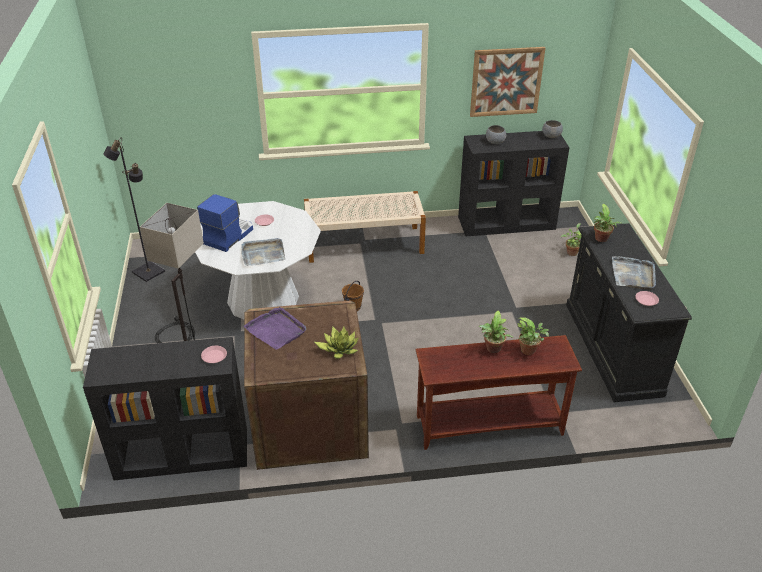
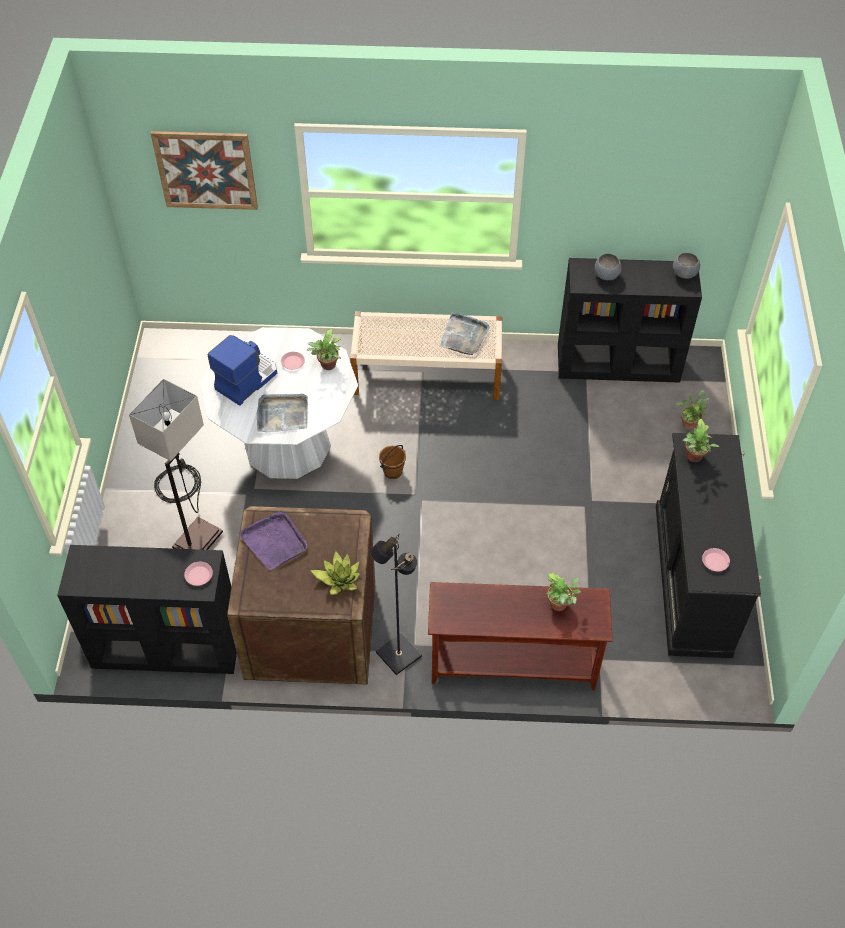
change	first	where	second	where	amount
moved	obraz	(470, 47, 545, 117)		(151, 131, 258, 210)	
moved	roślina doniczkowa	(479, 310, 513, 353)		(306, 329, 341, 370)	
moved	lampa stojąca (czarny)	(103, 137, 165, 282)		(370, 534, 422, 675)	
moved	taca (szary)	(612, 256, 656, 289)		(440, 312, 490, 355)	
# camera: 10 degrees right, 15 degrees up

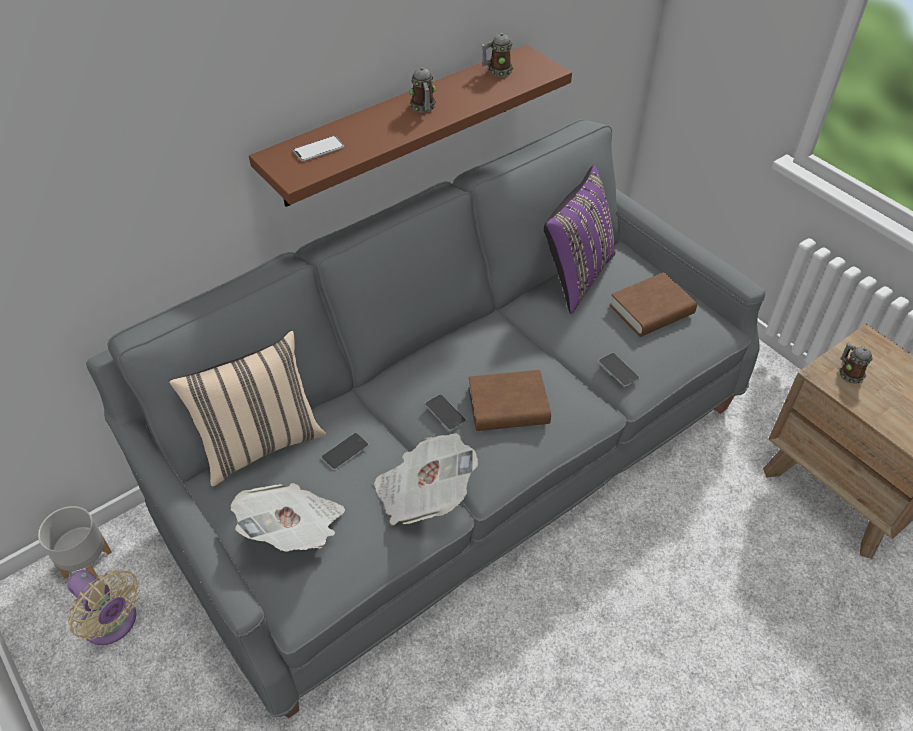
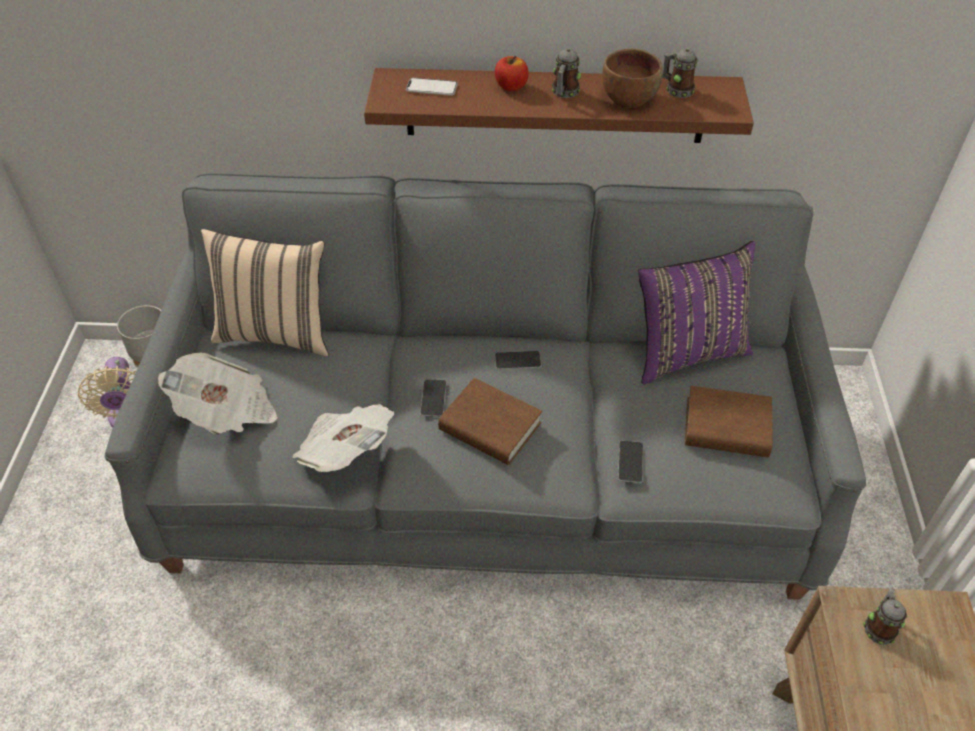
change	first	where	second	where	amount
added			jabłko	(495, 56, 529, 91)	
moved	telefon	(321, 433, 369, 470)		(495, 351, 542, 369)	
added			miska (brązowy)	(602, 48, 663, 108)	
# camera: 40 degrees right, 0 degrees up

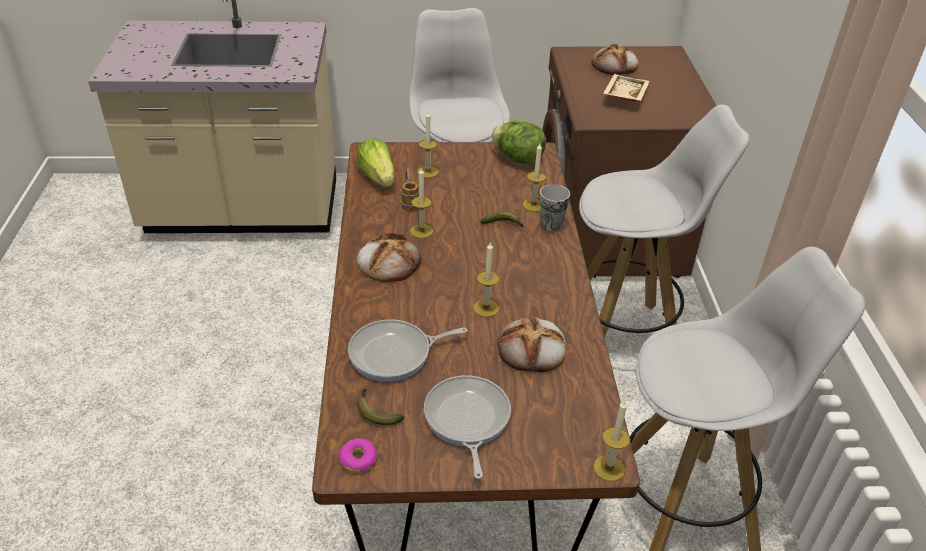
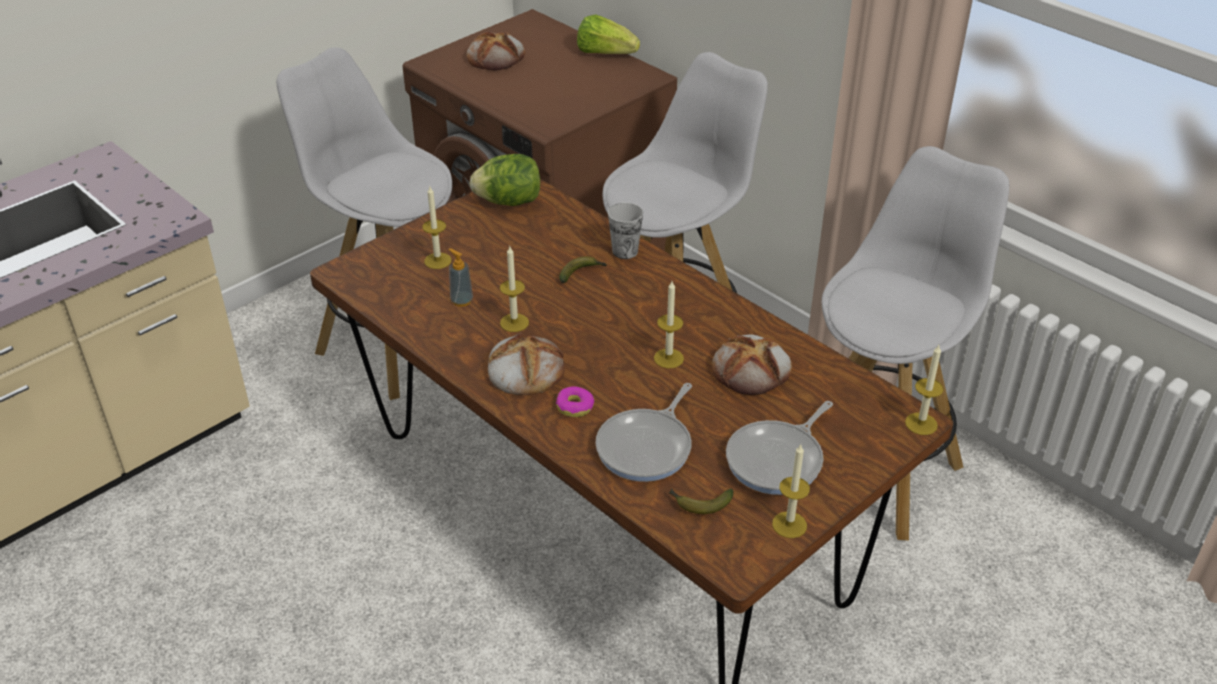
change	first	where	second	where	amount
replaced	kubek	(401, 169, 419, 212)	dozownik mydła	(448, 248, 473, 307)	
moved	donut	(339, 438, 377, 473)		(556, 386, 595, 417)	
moved	sałata	(357, 139, 394, 187)		(577, 14, 640, 54)	
turned	patelnia	(424, 375, 511, 479)		(726, 401, 833, 495)	90 degrees counterclockwise
moved	świeca	(523, 144, 546, 212)		(772, 444, 810, 538)	
removed	taca (beżowy)	(603, 74, 650, 102)			
# camera: 40 degrees left, 0 degrees up

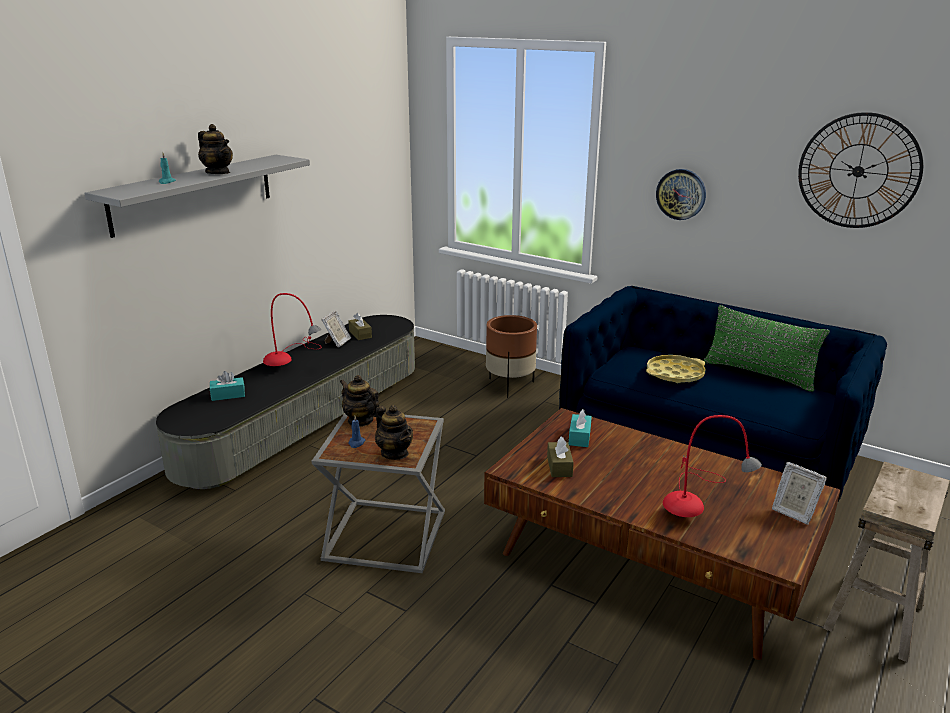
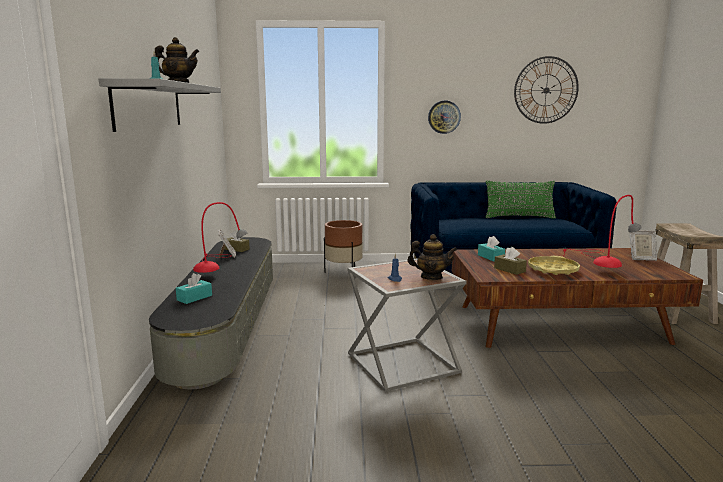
change	first	where	second	where	amount
moved	taca (żółty)	(646, 355, 706, 383)		(528, 256, 580, 275)	
removed	imbryk	(340, 375, 379, 427)			
# camera: 35 degrees left, 10 degrees down

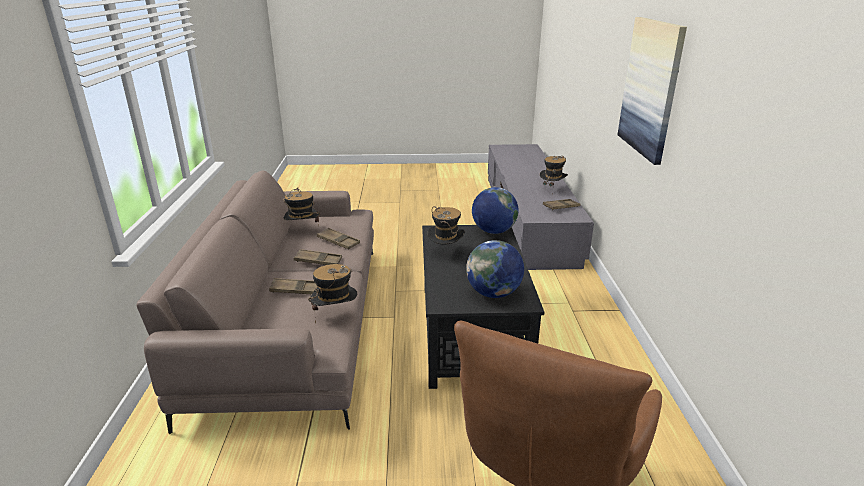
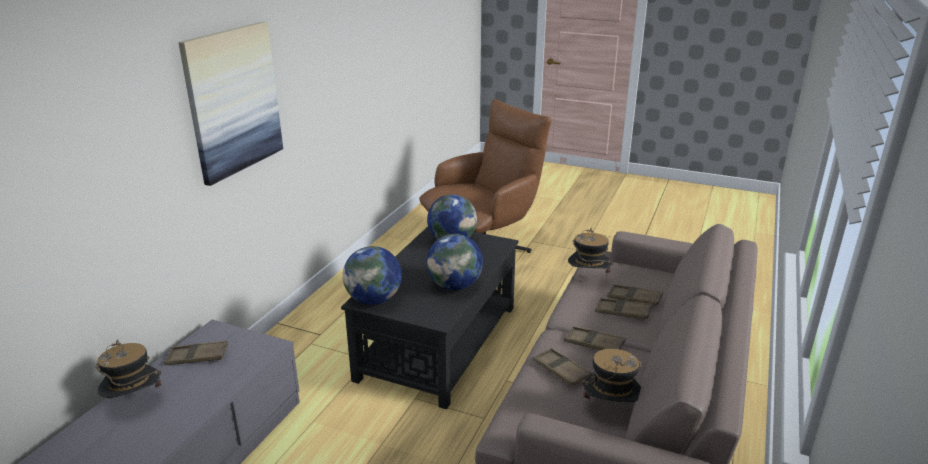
change	first	where	second	where	amount
replaced	kapelusz	(427, 206, 465, 245)	globus	(427, 234, 483, 290)	
added			taca (brązowy)	(607, 284, 663, 306)	
# camera: 155 degrees left, 0 degrees up

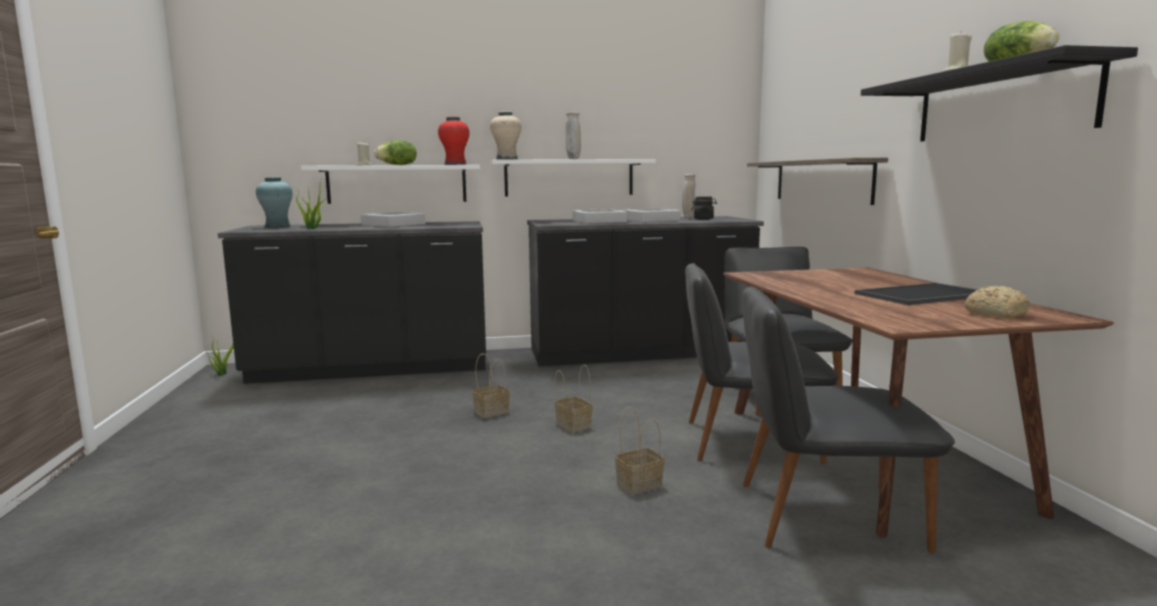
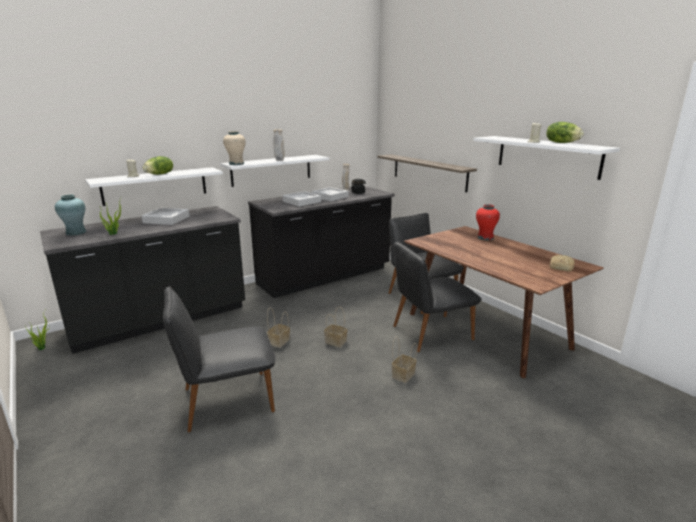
change	first	where	second	where	amount
moved	krzesło (czarny)	(742, 286, 955, 553)		(163, 286, 276, 432)	
recoloured	półka (czarny)	(861, 45, 1138, 141)	półka (biały)	(473, 136, 620, 180)	
moved	wazon (czerwony)	(438, 117, 470, 165)		(476, 204, 500, 240)	
removed	taca	(854, 283, 977, 305)			
# camera: 25 degrees left, 10 degrees up

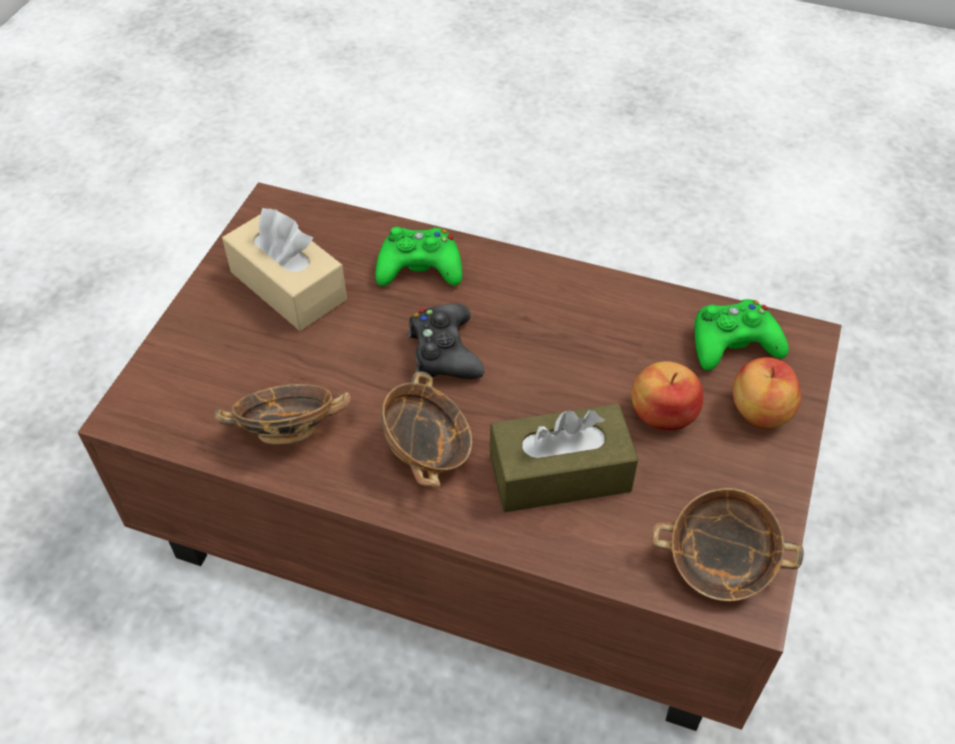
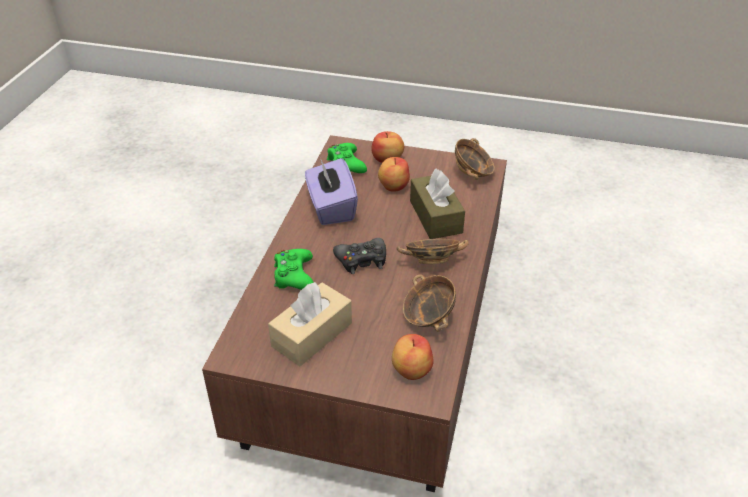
change	first	where	second	where	amount
added			pudełko chusteczek (fioletowy)	(305, 158, 358, 225)	
added			jabłko	(392, 334, 434, 380)	
# camera: 95 degrees left, 10 degrees down

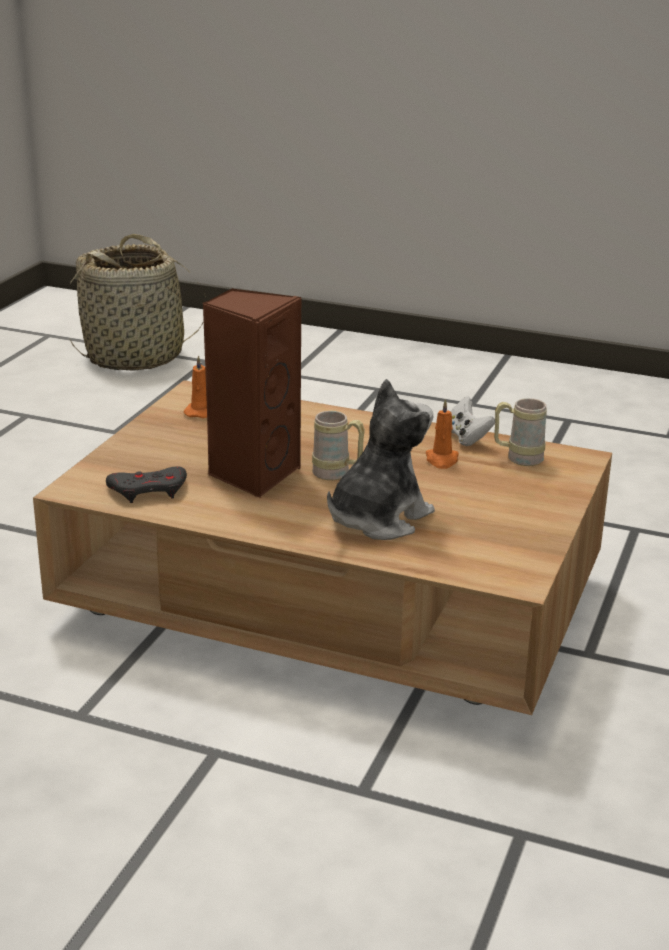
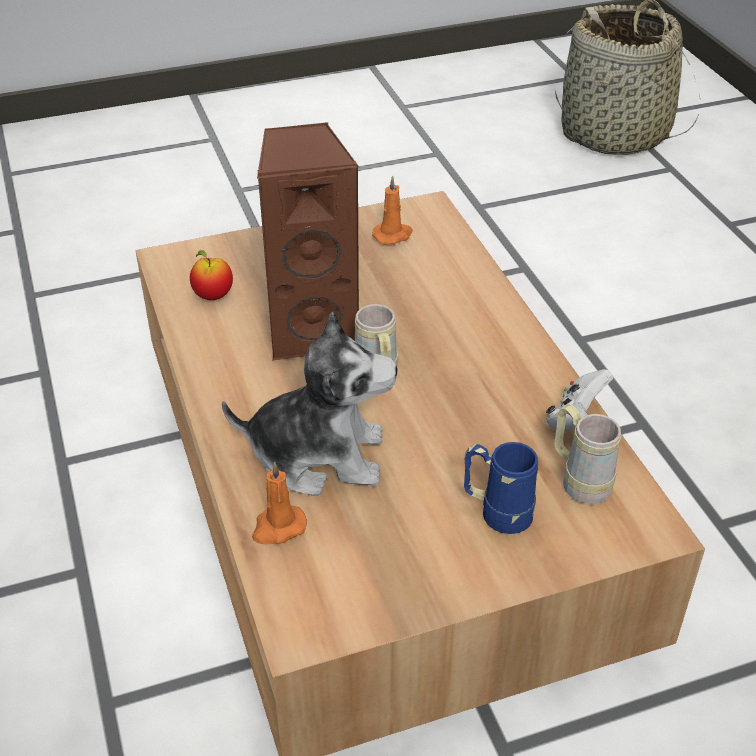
change	first	where	second	where	amount
replaced	pad do gier (szary)	(106, 467, 187, 503)	jabłko	(190, 250, 233, 300)	
moved	świeca (pomarańczowy)	(426, 399, 459, 469)		(252, 461, 307, 544)	
added			kubek (niebieski)	(464, 442, 538, 534)	
# camera: 50 degrees right, 15 degrees up

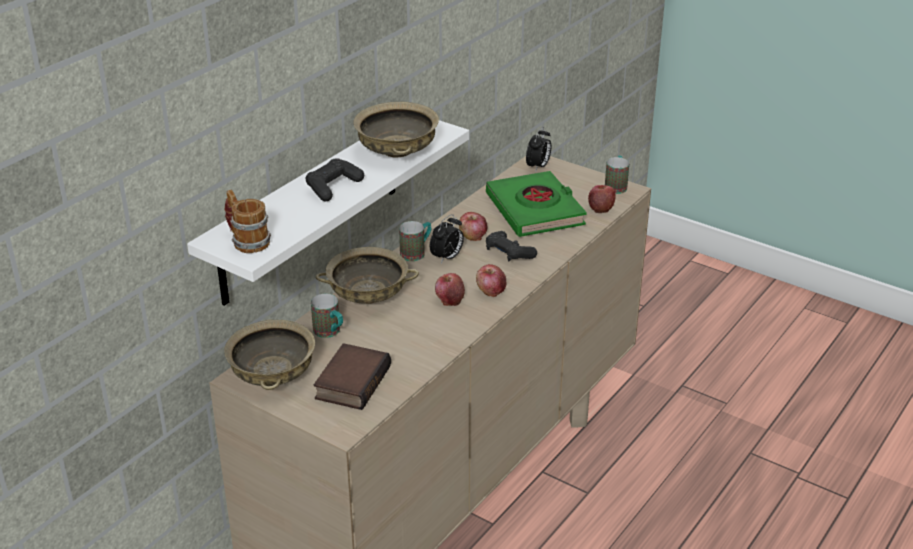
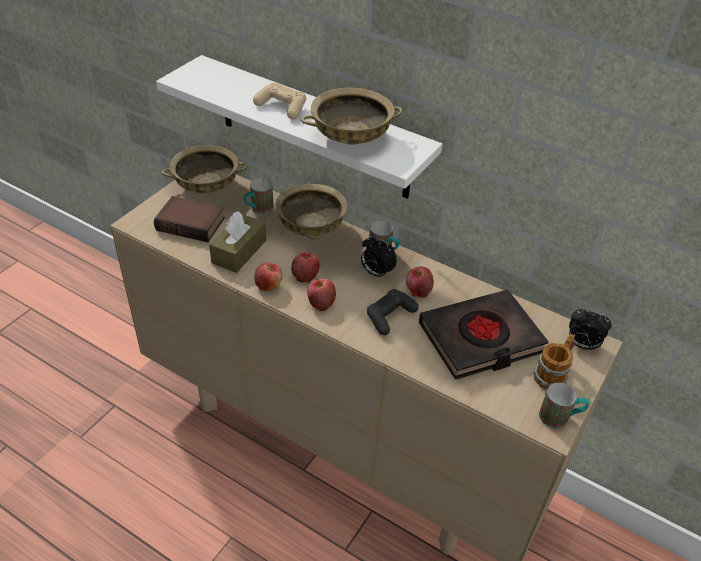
change	first	where	second	where	amount
added			pudełko chusteczek (brązowy)	(209, 211, 266, 273)	
recoloured	pad do gier (czarny)	(305, 159, 364, 201)	pad do gier (beżowy)	(253, 82, 306, 120)	
moved	jabłko	(588, 185, 616, 213)		(254, 263, 283, 291)	
recoloured	książka (zielony)	(486, 171, 587, 237)	książka (czarny)	(419, 290, 549, 380)	
moved	kubek	(224, 190, 271, 253)		(533, 334, 575, 390)	
# camera: 85 degrees right, 10 degrees up

